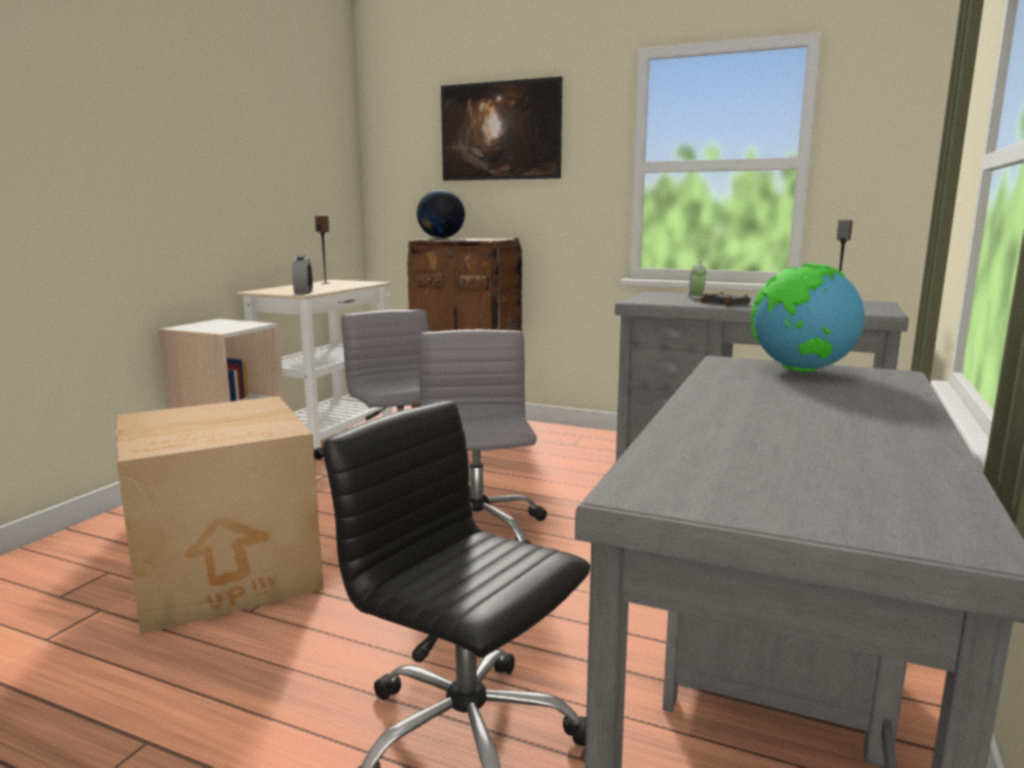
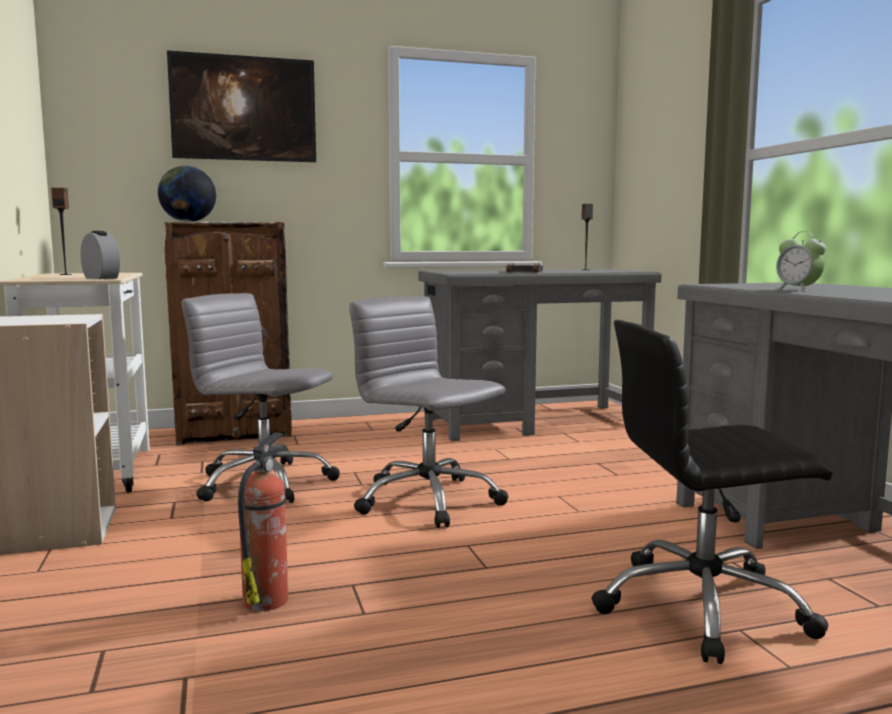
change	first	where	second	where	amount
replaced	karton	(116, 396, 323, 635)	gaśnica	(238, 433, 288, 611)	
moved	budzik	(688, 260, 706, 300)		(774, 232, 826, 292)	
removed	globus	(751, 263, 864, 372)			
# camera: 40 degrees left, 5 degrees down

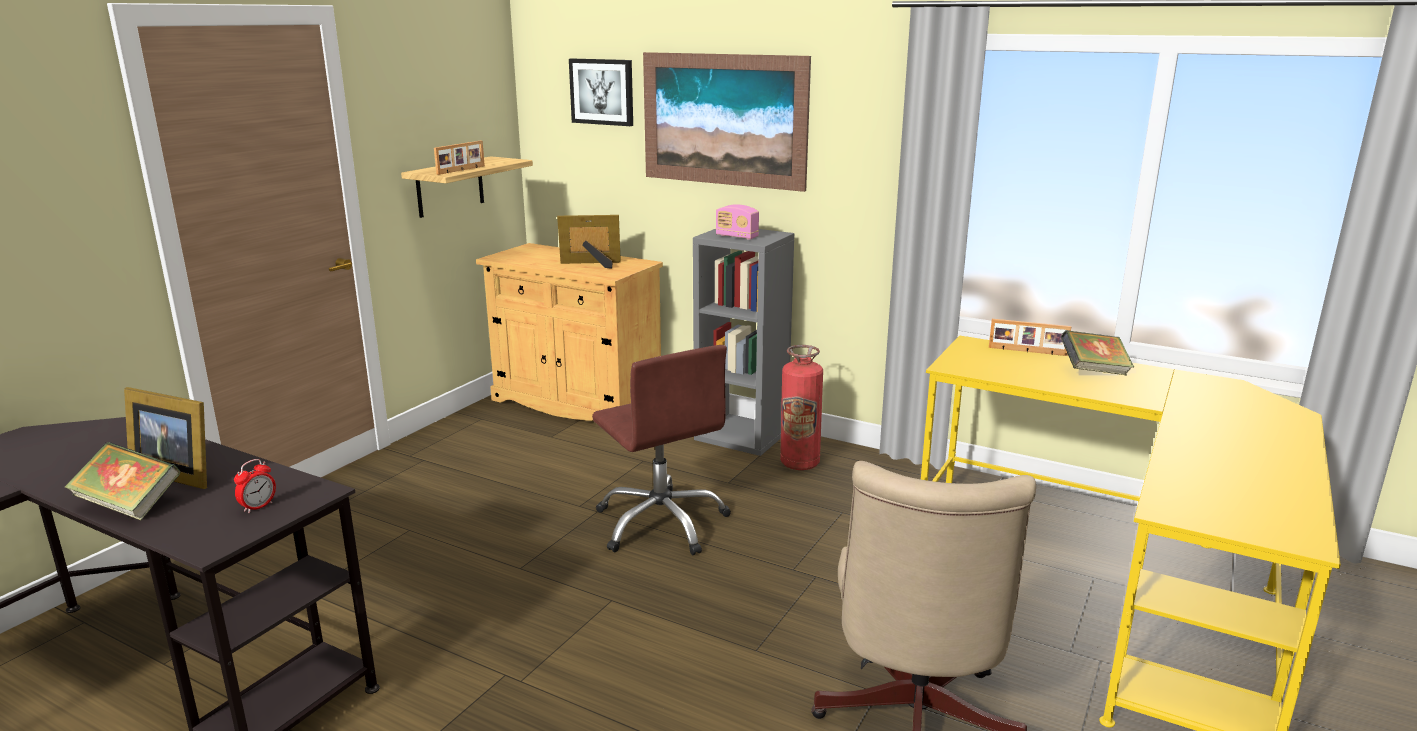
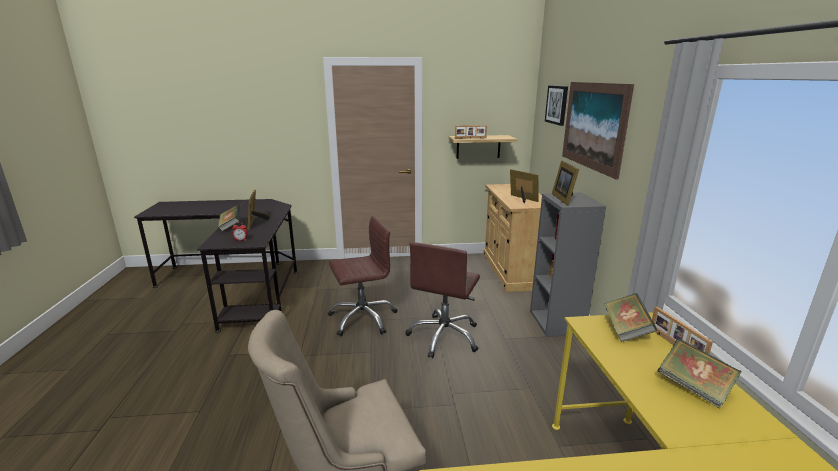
change	first	where	second	where	amount
added			krzesło biurowe (brązowy)	(328, 216, 397, 336)	
replaced	radio	(716, 204, 759, 239)	ramka na zdjęcie	(552, 161, 579, 206)	
added			książka	(604, 293, 657, 342)	
removed	gaśnica	(780, 345, 823, 470)			
# camera: 55 degrees right, 0 degrees up

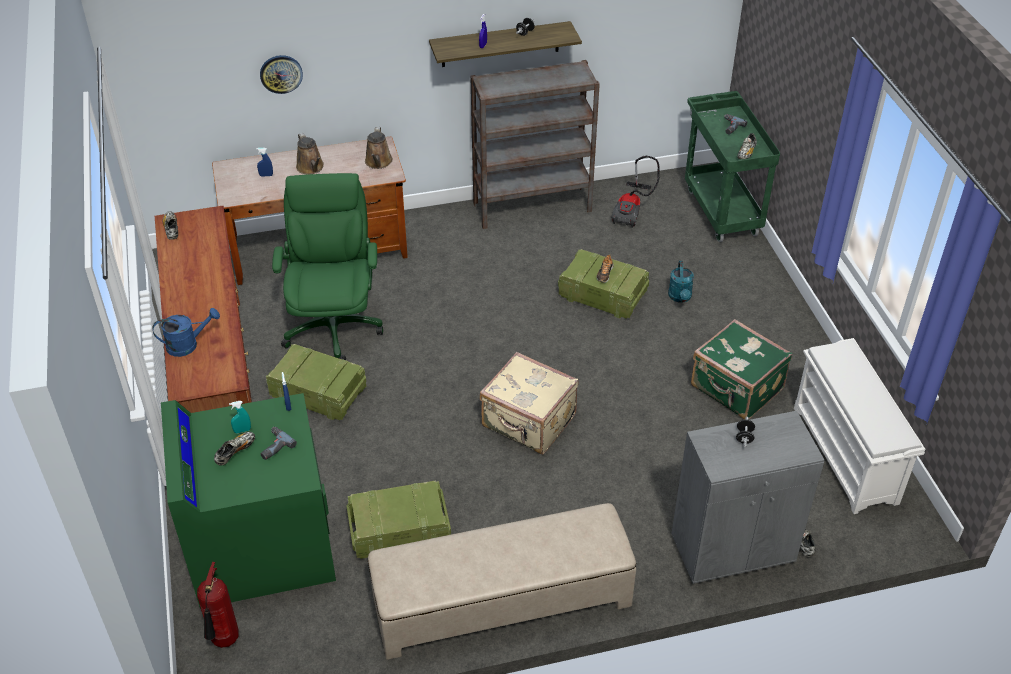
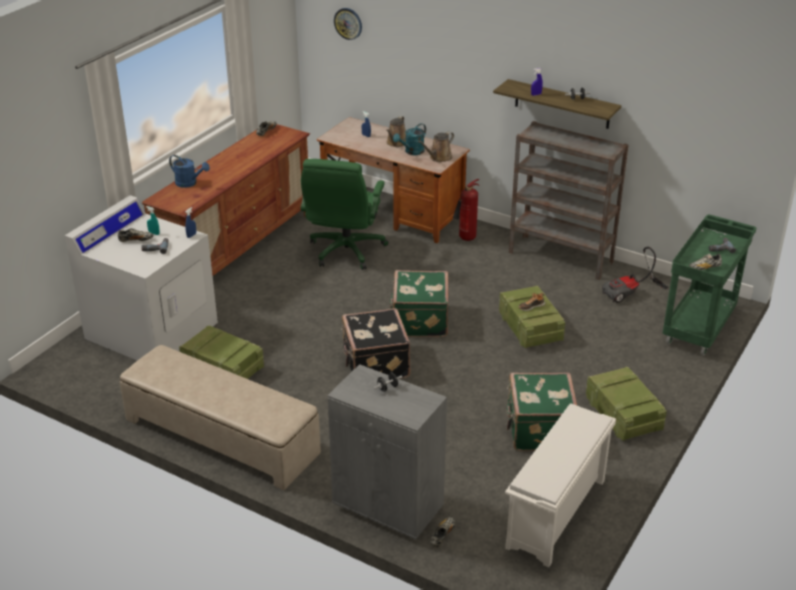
change	first	where	second	where	amount
recoloured	pralka (zielony)	(161, 393, 336, 609)	pralka (biały)	(65, 195, 218, 361)	
turned	krzesło biurowe (zielony)	(272, 173, 383, 360)		(301, 159, 389, 270)	150 degrees clockwise
moved	zegar ścienny	(260, 55, 303, 94)		(334, 8, 362, 40)	
recoloured	walizka (beżowy)	(480, 352, 579, 454)	walizka (czarny)	(341, 308, 410, 379)	
added			walizka (zielony)	(390, 270, 449, 337)	
moved	konewka (turkusowy)	(668, 261, 694, 303)		(393, 123, 426, 155)	
moved	gaśnica	(197, 562, 239, 648)		(453, 179, 479, 241)	
moved	skrzynka	(266, 344, 366, 420)		(586, 367, 667, 441)	
# camera: 45 degrees right, 10 degrees down

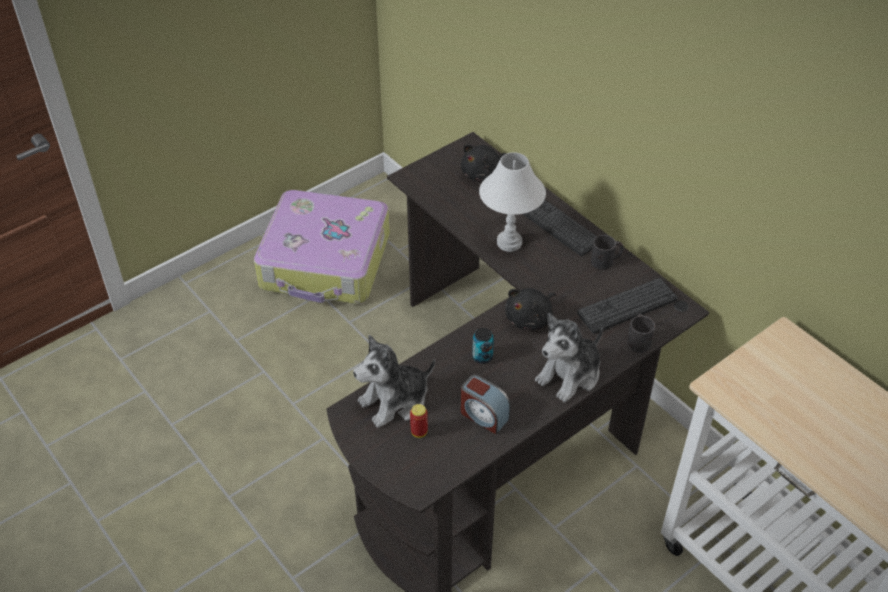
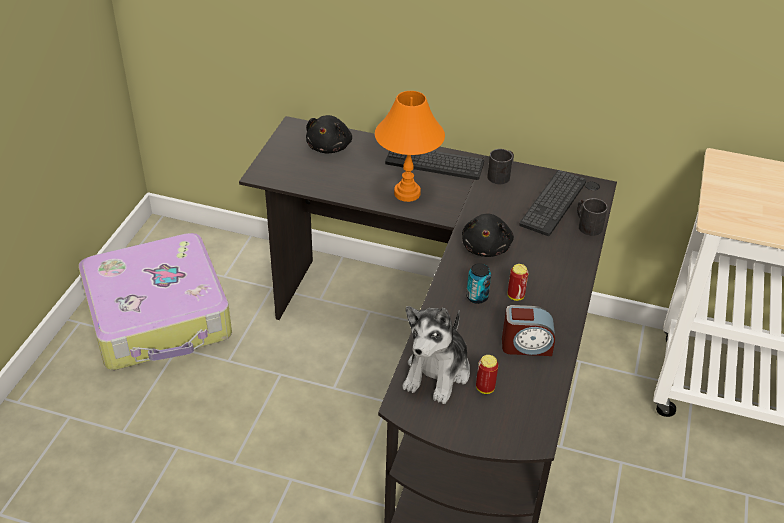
change	first	where	second	where	amount
recoloured	lampa stołowa (biały)	(479, 152, 546, 252)	lampa stołowa (pomarańczowy)	(375, 91, 445, 202)	
added			puszka	(508, 264, 528, 301)	
removed	pluszak	(535, 313, 603, 402)			
# camera: 35 degrees left, 5 degrees down

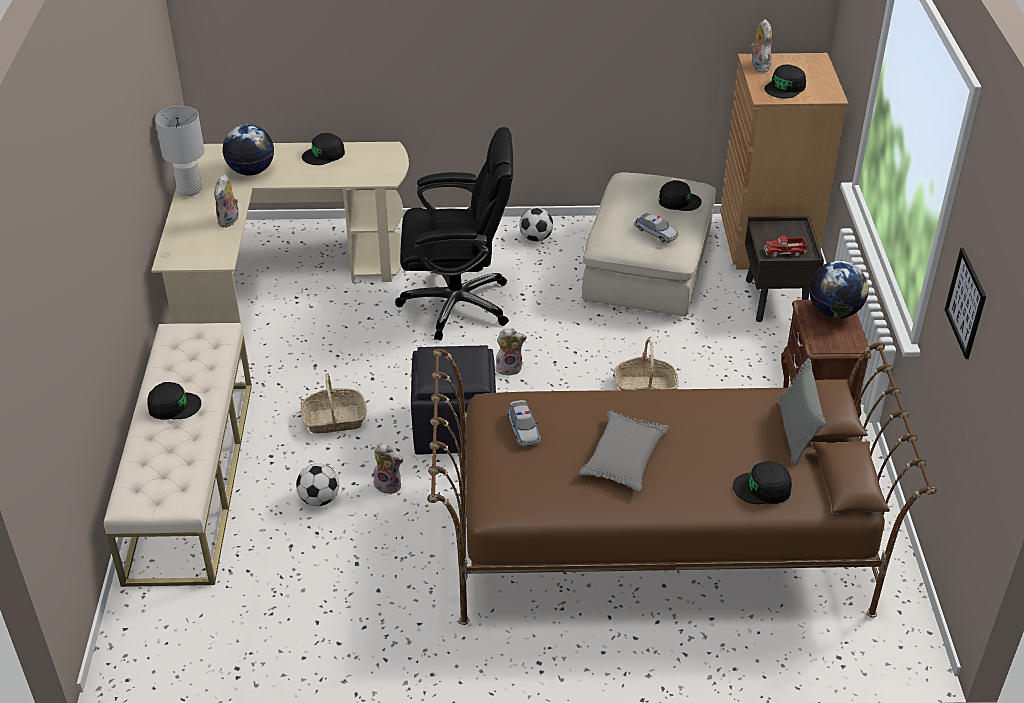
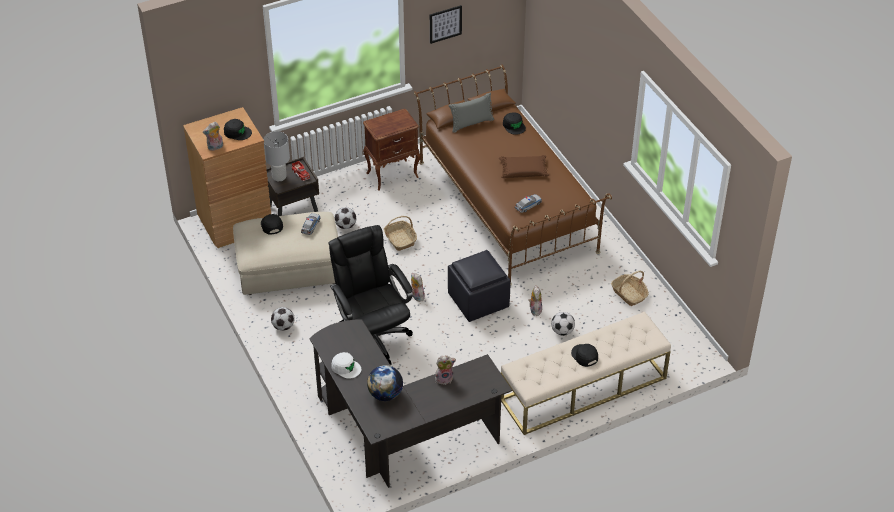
change	first	where	second	where	amount
moved	lampa stołowa (szary)	(155, 106, 205, 196)		(263, 131, 290, 181)	
recoloured	biurko (beżowy)	(151, 142, 409, 359)	biurko (czarny)	(310, 319, 512, 488)	
recoloured	czapka z daszkiem (czarny)	(302, 133, 345, 165)	czapka z daszkiem (biały)	(331, 352, 361, 379)	
added			piłka futbolowa	(334, 207, 356, 229)	
recoloured	poduszka (szary)	(579, 409, 669, 491)	poduszka (brązowy)	(499, 155, 549, 178)	
moved	koszyk	(301, 373, 367, 434)		(611, 271, 649, 306)	
removed	globus	(809, 261, 869, 318)			
# camera: 115 degrees left, 5 degrees up

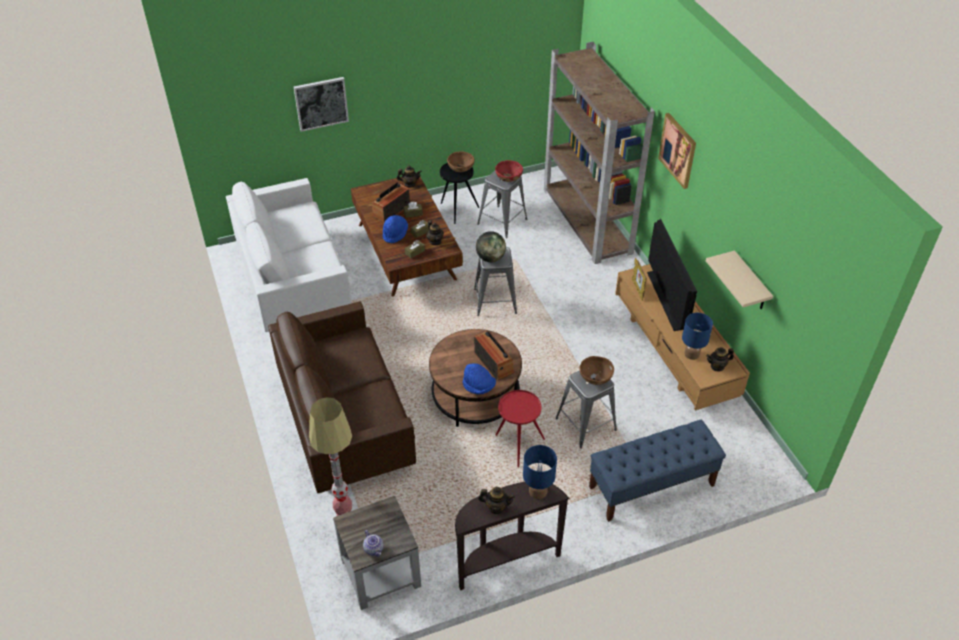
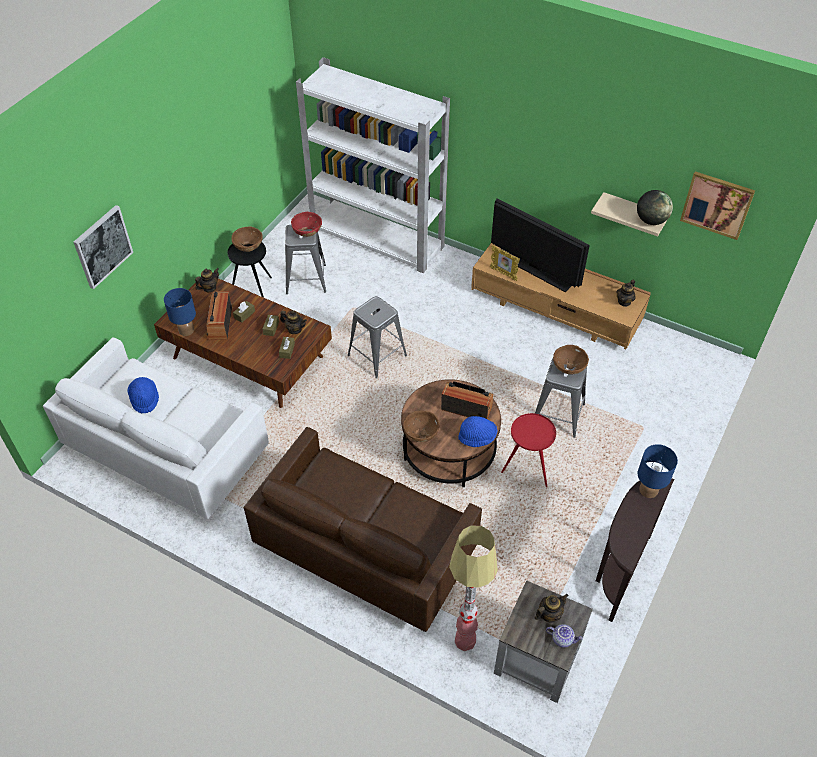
change	first	where	second	where	amount
moved	kapelusz (niebieski)	(383, 215, 408, 244)		(127, 377, 159, 413)	
moved	lampa stołowa (niebieski)	(682, 313, 713, 360)		(164, 288, 196, 336)	
recoloured	regał (brązowy)	(544, 42, 655, 264)	regał (biały)	(296, 57, 450, 273)	
added			miska (brązowy)	(403, 411, 440, 442)	
moved	imbryk	(478, 487, 515, 514)		(535, 594, 569, 622)	
moved	globus	(476, 231, 506, 262)		(637, 190, 673, 225)	
moved	obraz	(658, 113, 696, 189)		(680, 171, 755, 240)	
removed	ławka (niebieski)	(589, 420, 726, 522)			
# camera: 40 degrees left, 5 degrees up

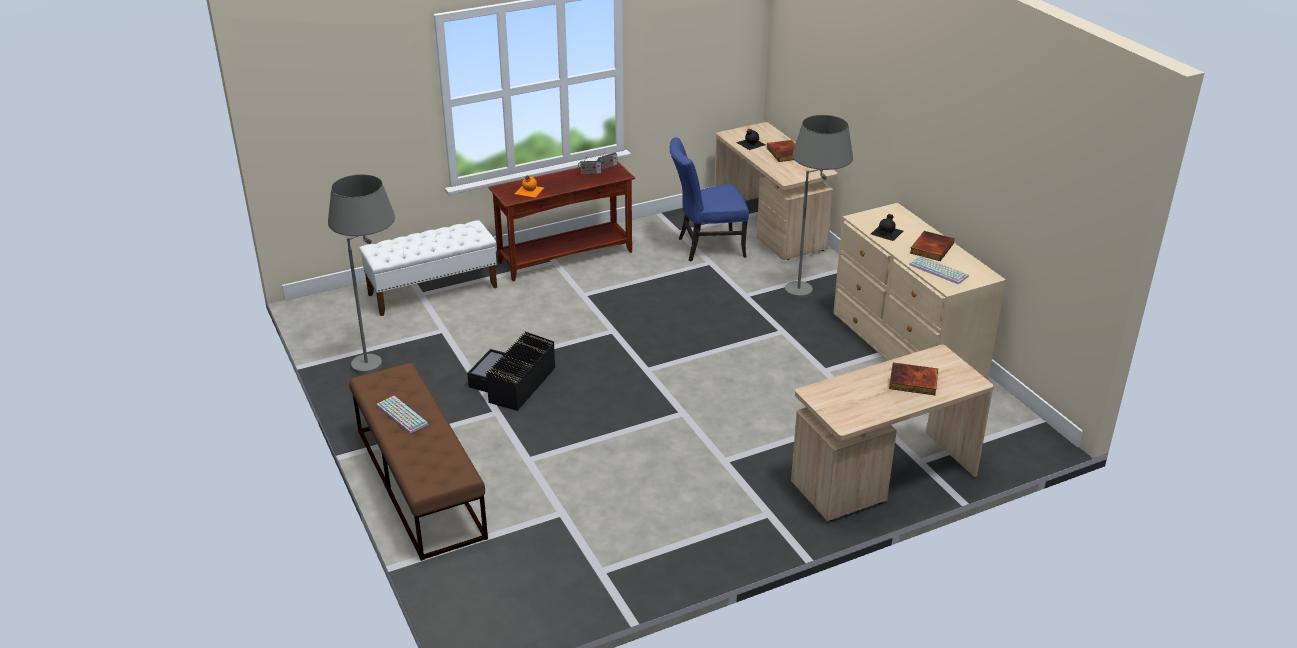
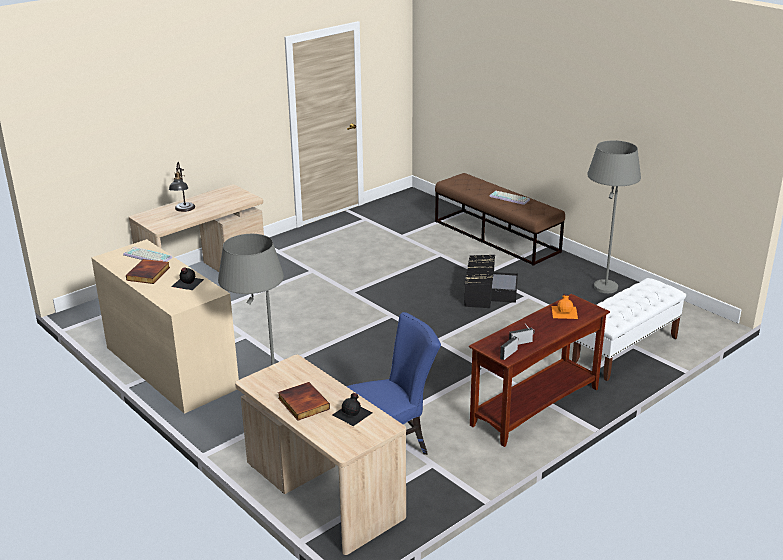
change	first	where	second	where	amount
replaced	książka	(889, 362, 938, 395)	lampa stołowa (szary)	(169, 162, 195, 212)	
# camera: 165 degrees right, 5 degrees down

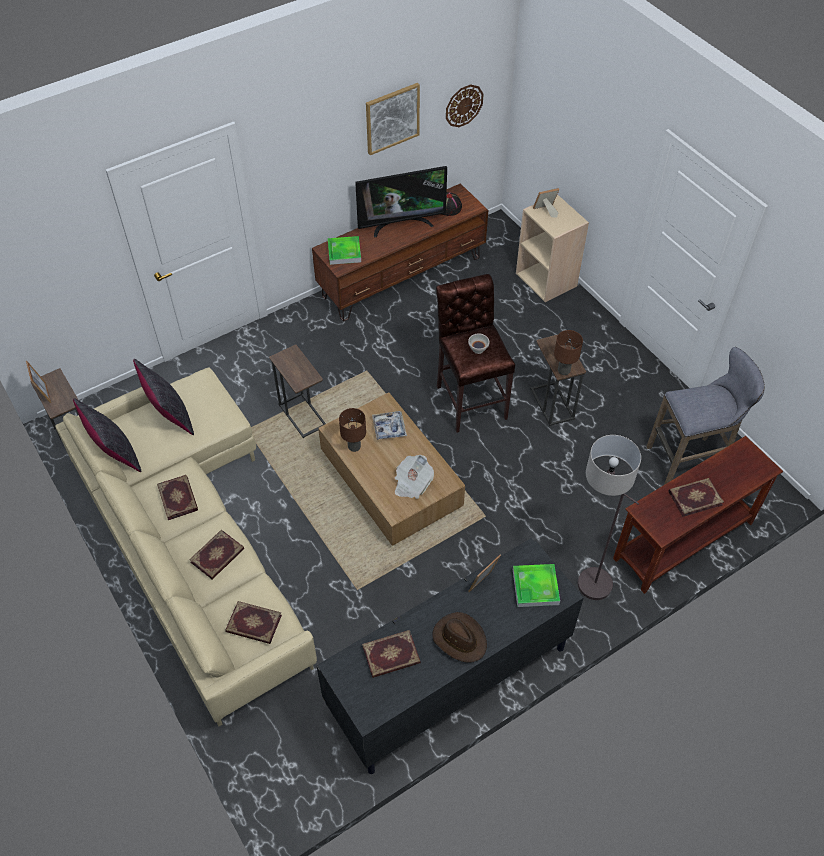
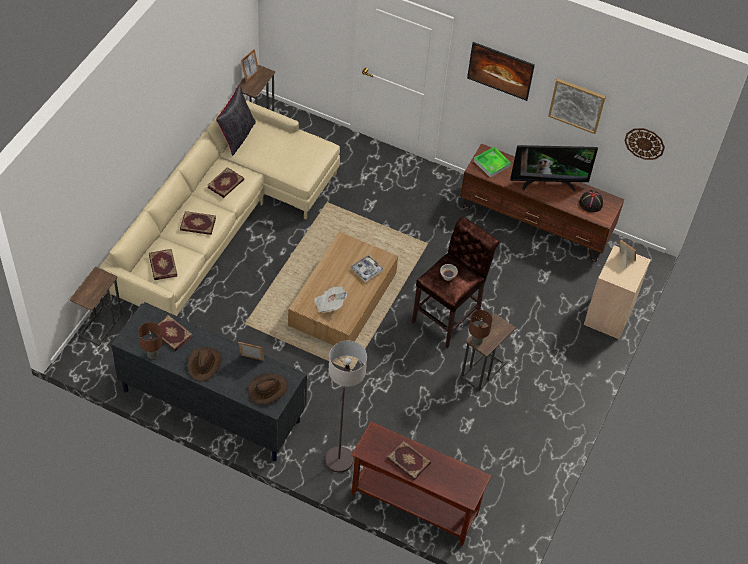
change	first	where	second	where	amount
moved	stolik (brązowy)	(269, 344, 326, 438)		(70, 267, 123, 346)	
moved	lampa stołowa (brązowy)	(339, 408, 366, 452)		(138, 322, 163, 359)	
replaced	taca	(513, 564, 560, 607)	kapelusz (brązowy)	(248, 373, 288, 405)	
added			obraz	(467, 42, 535, 101)	
turned	telewizor	(355, 166, 447, 237)		(510, 145, 598, 191)	45 degrees counterclockwise
removed	poduszka (czarny)	(133, 359, 194, 435)			
removed	stołek (szary)	(646, 347, 765, 485)			
# camera: 55 degrees right, 0 degrees up

